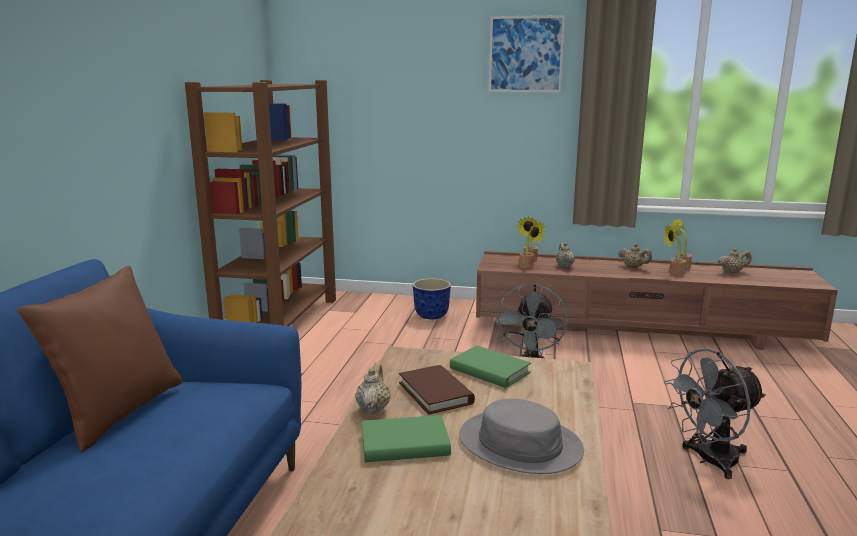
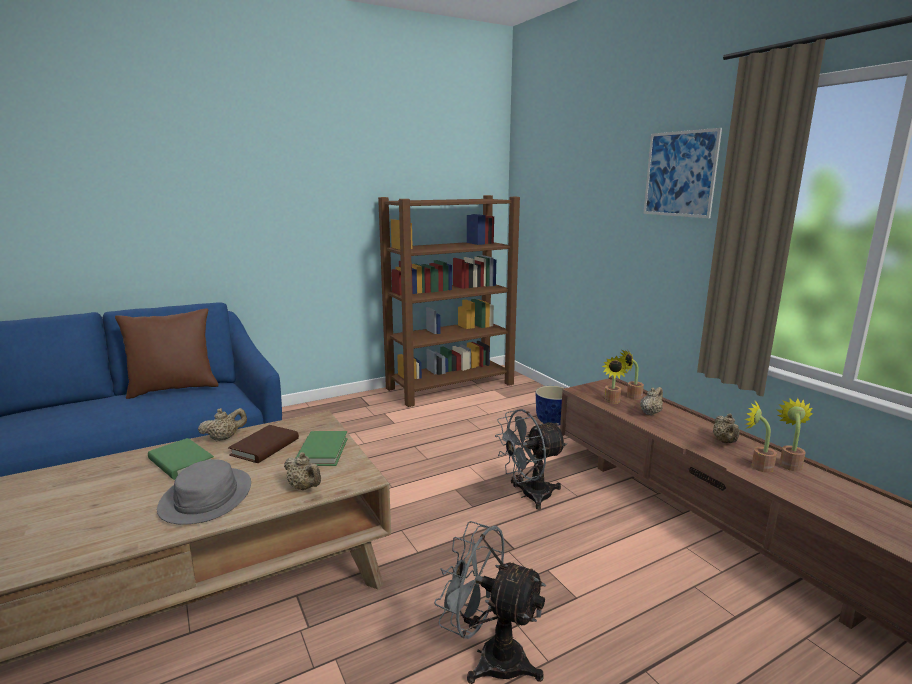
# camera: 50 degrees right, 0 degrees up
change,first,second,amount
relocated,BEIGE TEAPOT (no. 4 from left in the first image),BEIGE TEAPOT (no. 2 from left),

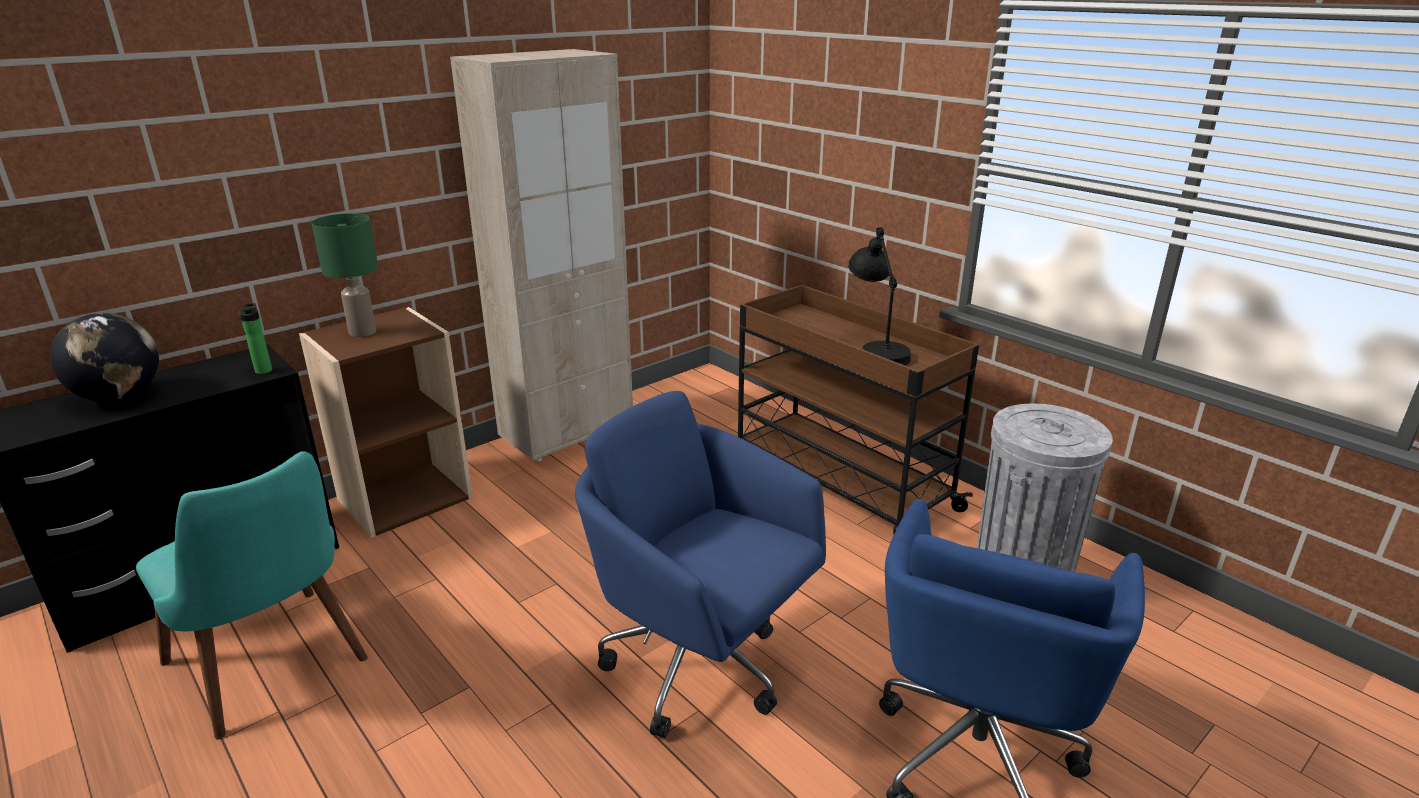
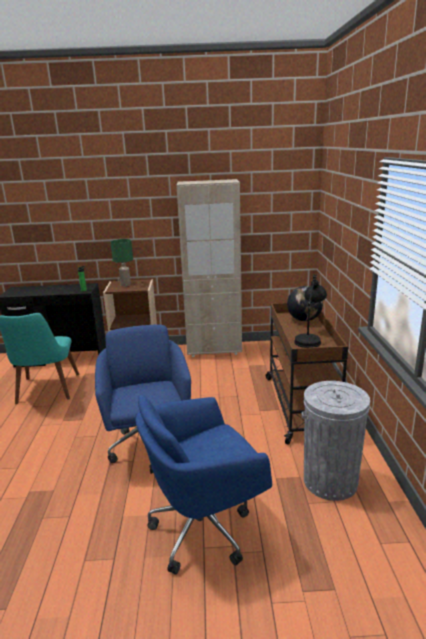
# camera: 40 degrees right, 5 degrees down
change,first,second,amount
relocated,GLOBE,,

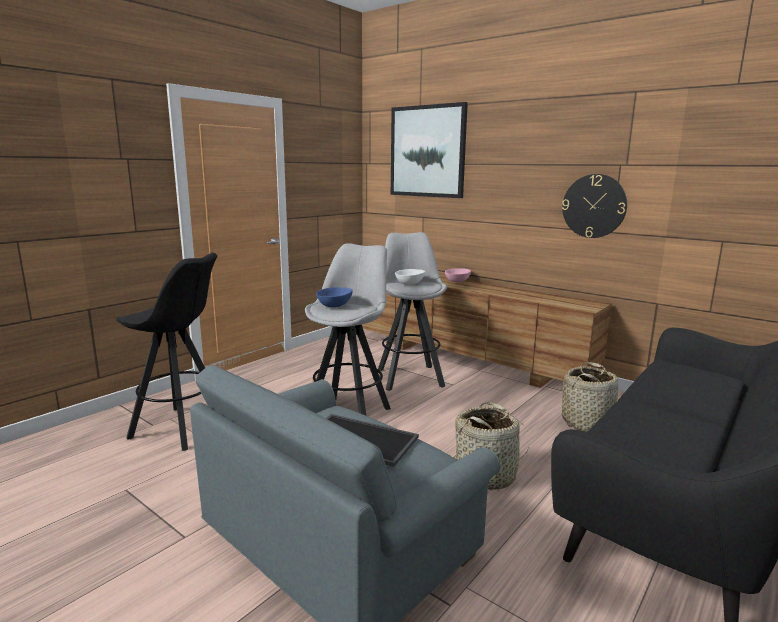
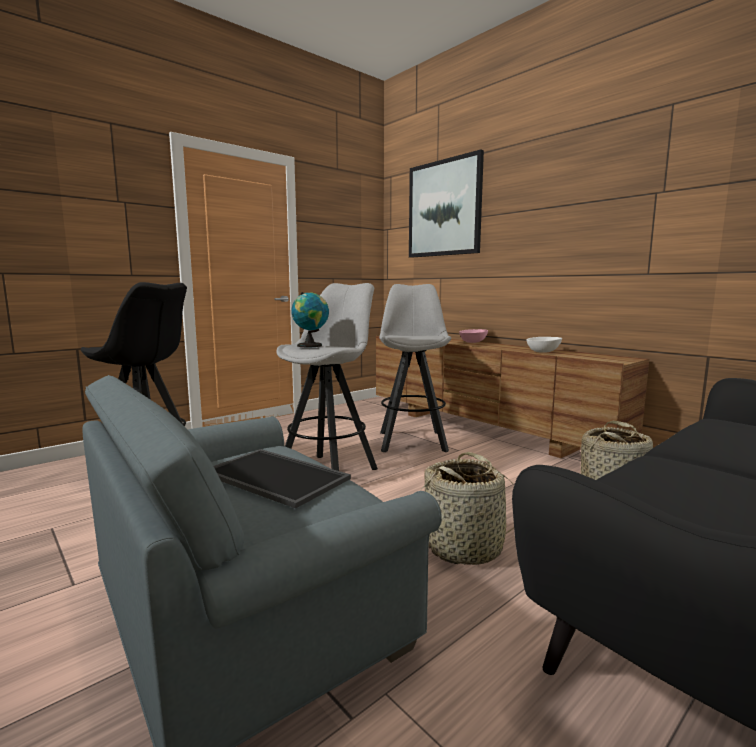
# camera: 10 degrees right, 5 degrees down
change,first,second,amount
exchanged,BLUE BOWL,GLOBE,
relocated,WHITE BOWL,,
missing,WALL CLOCK,,

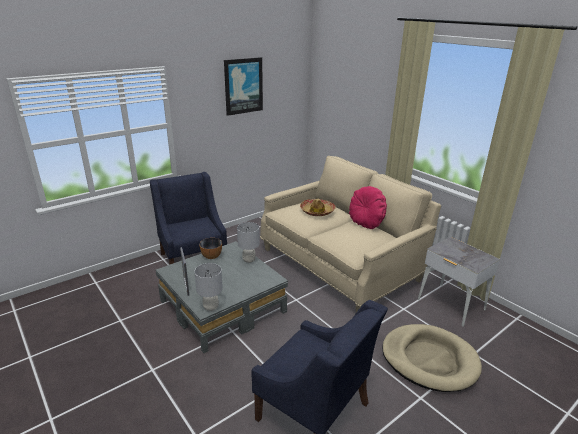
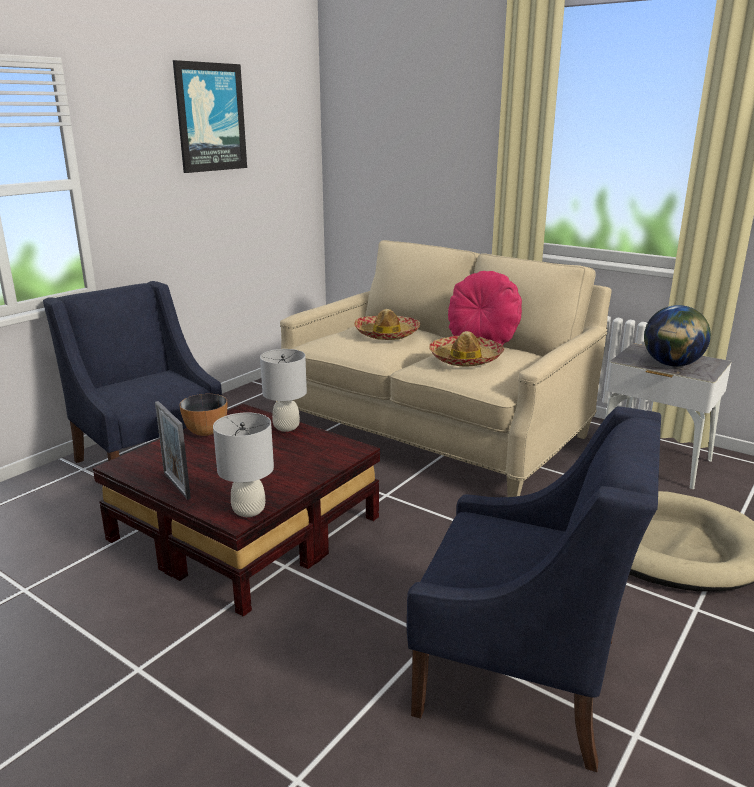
# camera: 15 degrees left, 5 degrees down
change,first,second,amount
colour,GREY COFFEE TABLE,BROWN COFFEE TABLE,
appeared,,HAT (no. 2 from left),
appeared,,GLOBE,

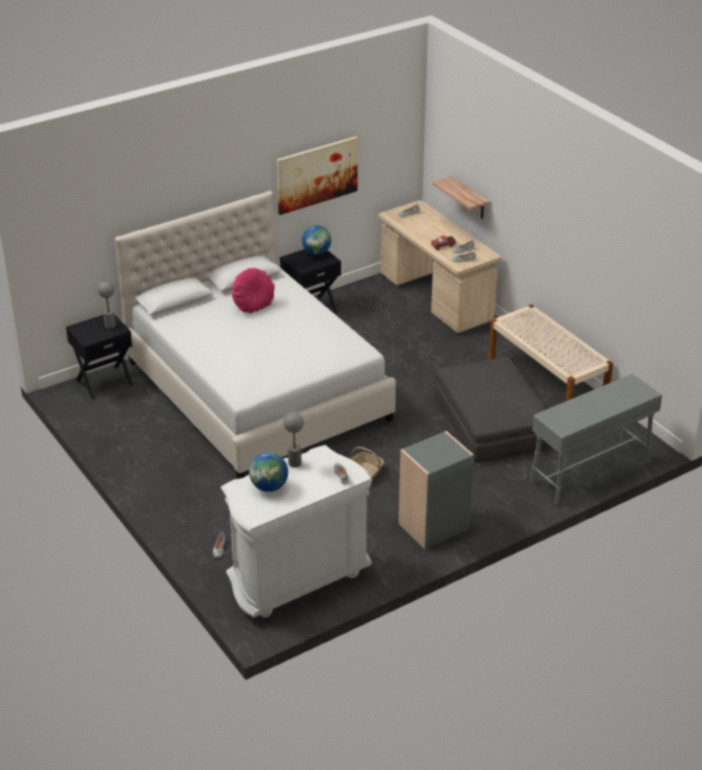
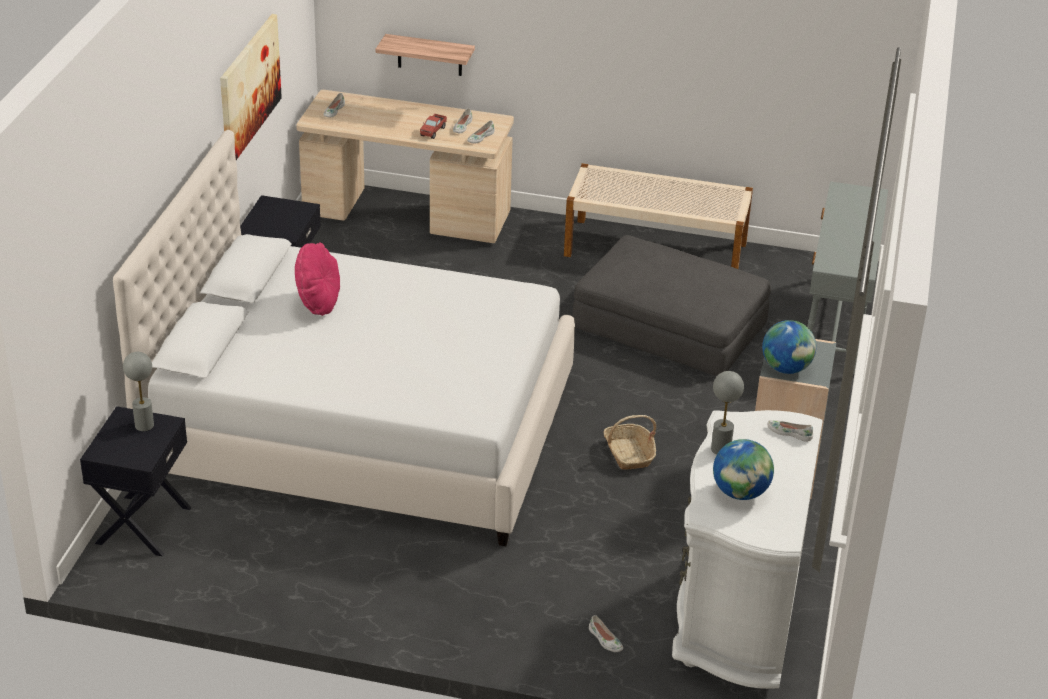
# camera: 45 degrees left, 0 degrees up
change,first,second,amount
relocated,GLOBE (no. 2 from left),,

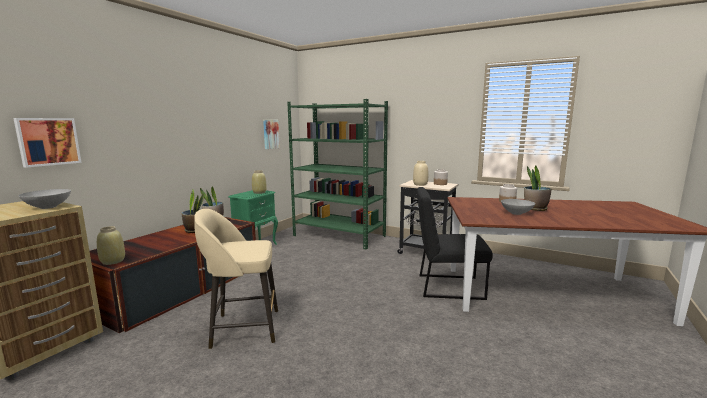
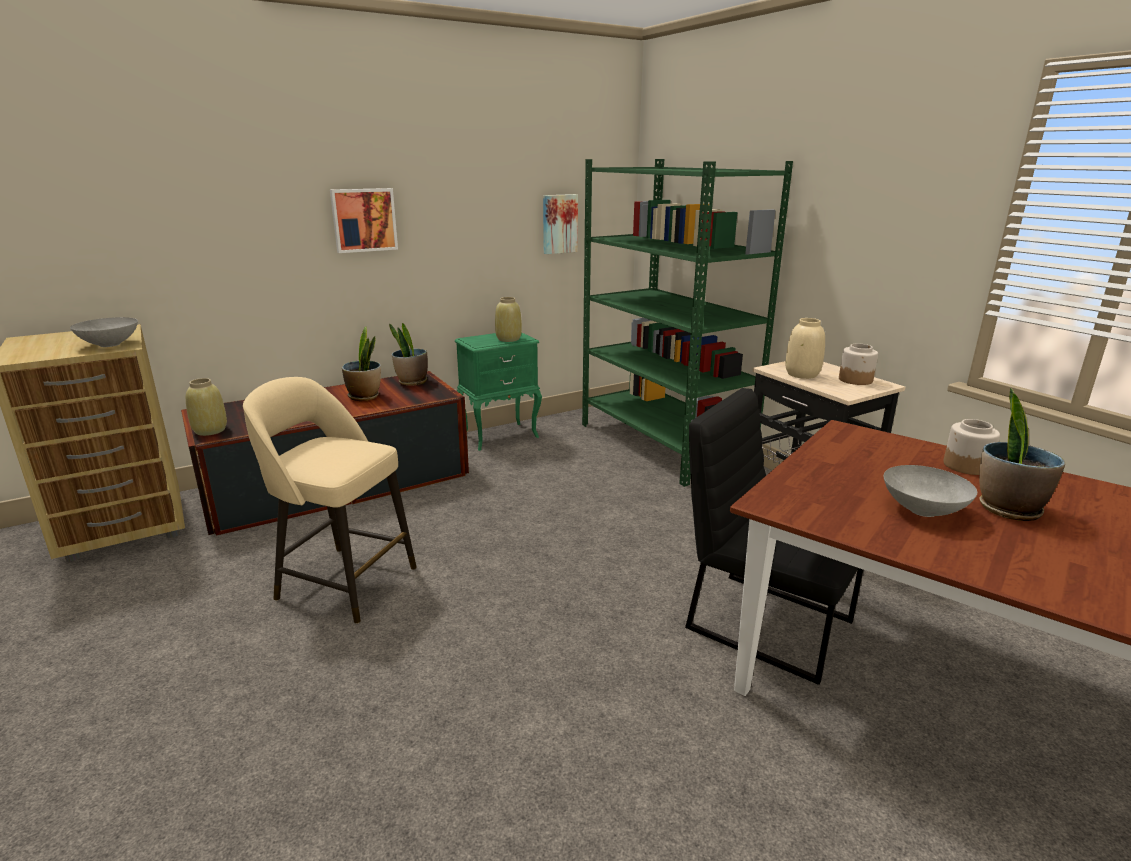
# camera: 30 degrees right, 10 degrees up
change,first,second,amount
relocated,PICTURE (no. 1 from left),,

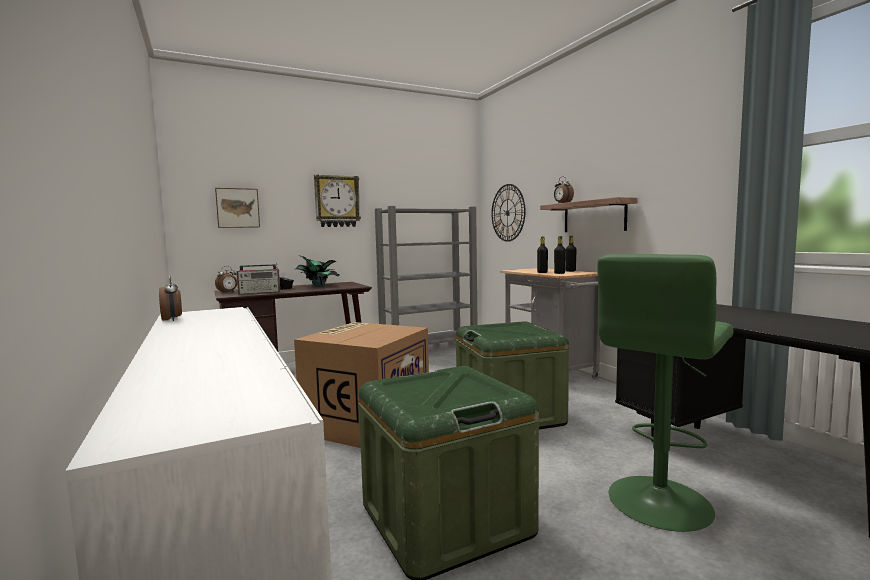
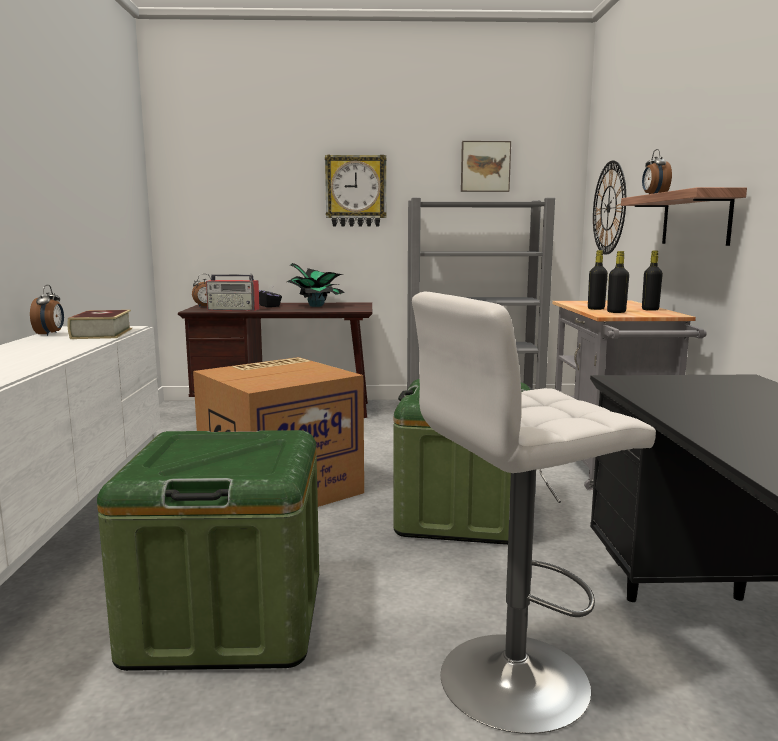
# camera: 25 degrees right, 5 degrees up
change,first,second,amount
appeared,,BOOK,
colour,GREEN STOOL,WHITE STOOL,
relocated,PICTURE,,

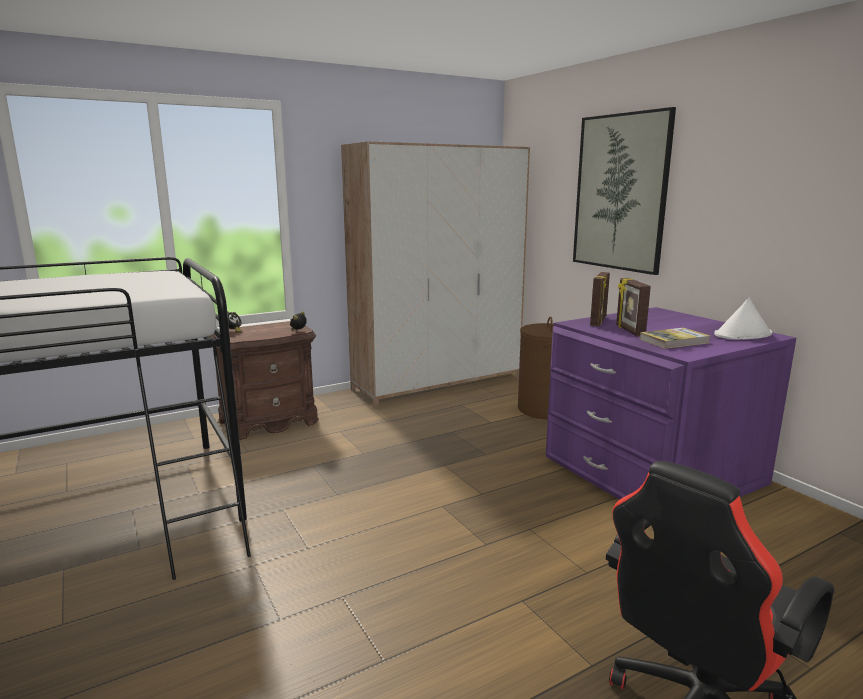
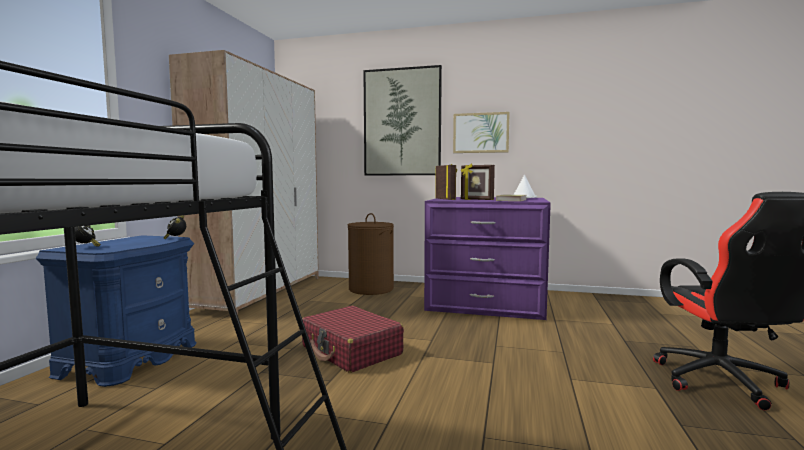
# camera: 45 degrees left, 10 degrees down
change,first,second,amount
colour,BROWN NIGHTSTAND,BLUE NIGHTSTAND,
appeared,,RED SUITCASE,
appeared,,PICTURE (no. 2 from left),

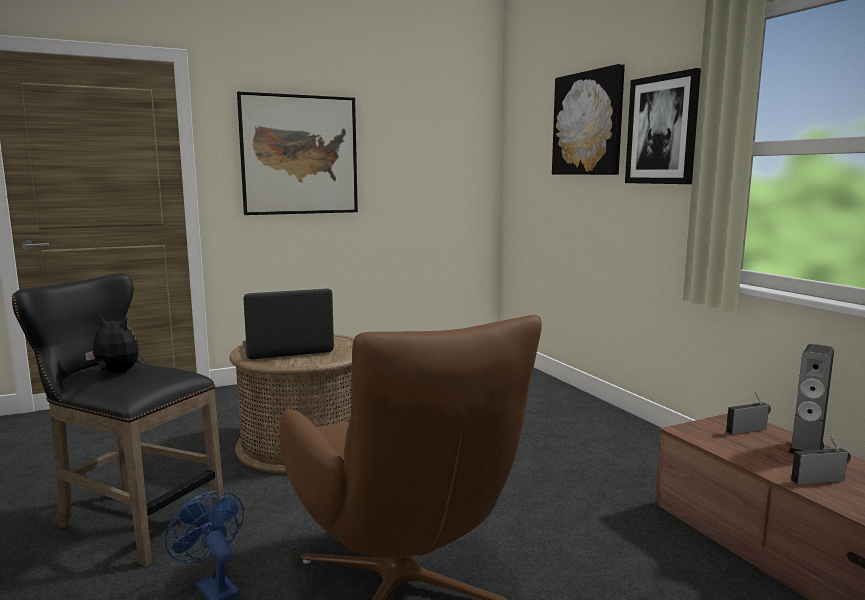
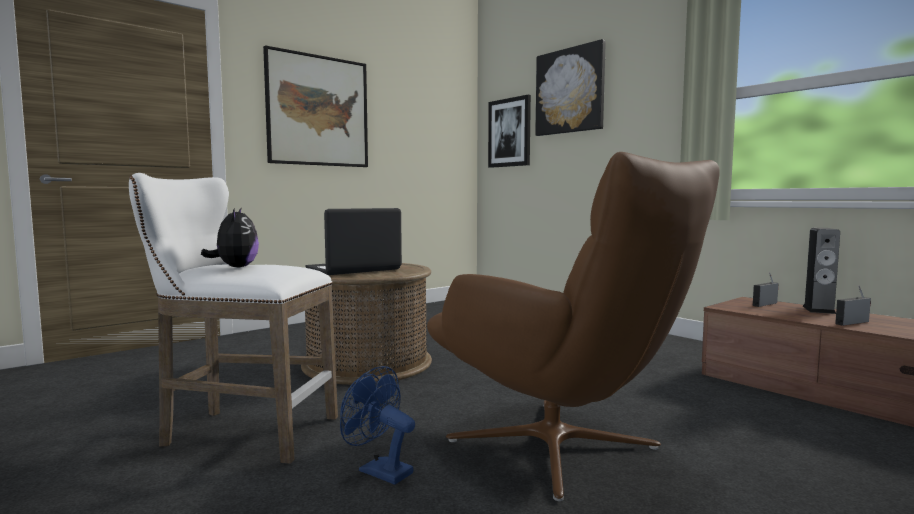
# camera: 15 degrees left, 5 degrees down
change,first,second,amount
colour,BLACK STOOL,WHITE STOOL,
spun,PLUSH TOY,,75 degrees clockwise
relocated,PICTURE (no. 3 from left in the first image),PICTURE (no. 2 from left),

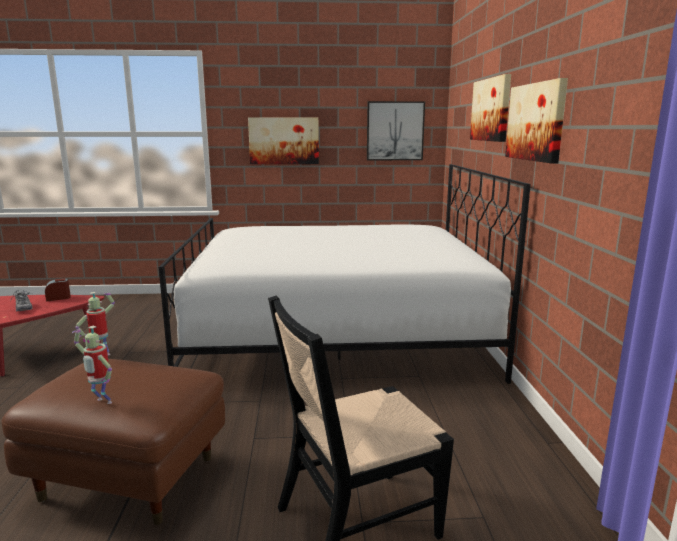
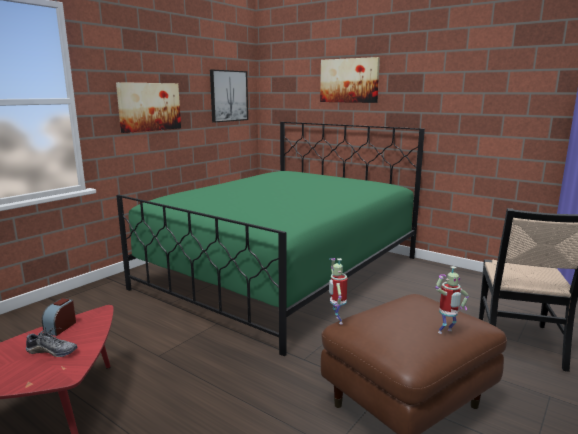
# camera: 50 degrees left, 0 degrees up
change,first,second,amount
colour,WHITE BED,GREEN BED,
missing,PICTURE (no. 4 from left),,

